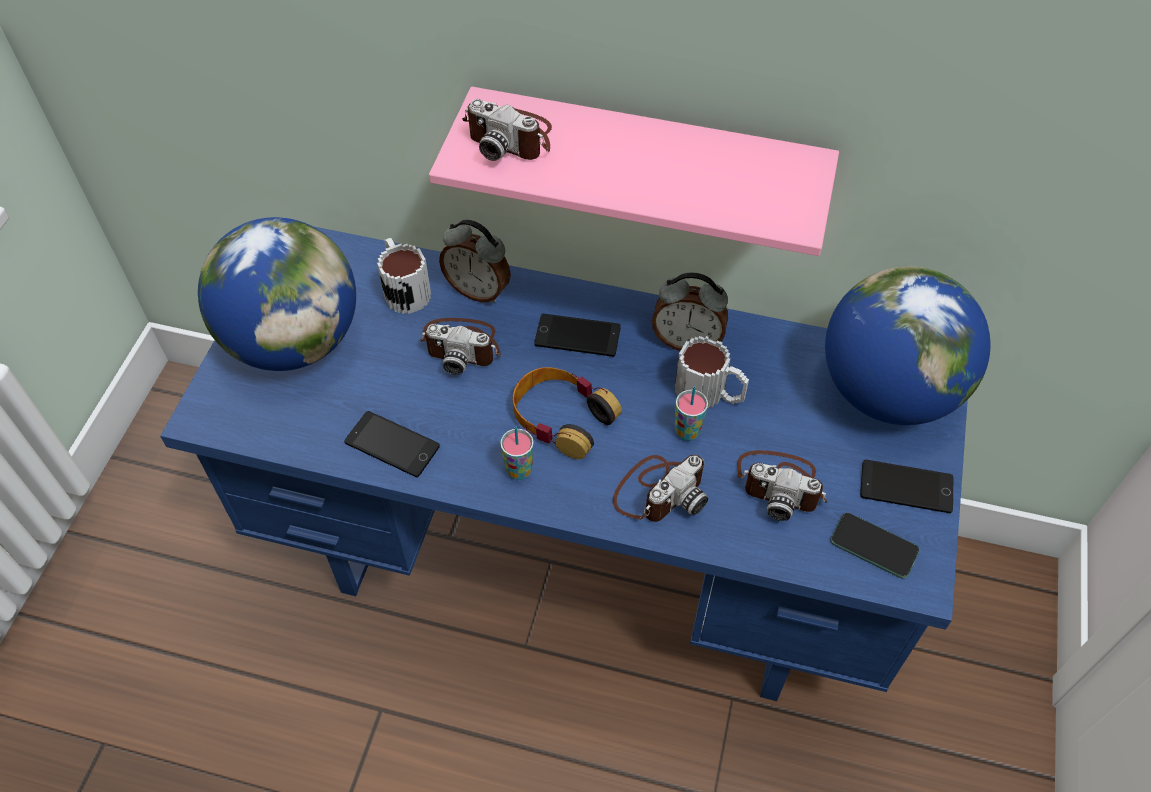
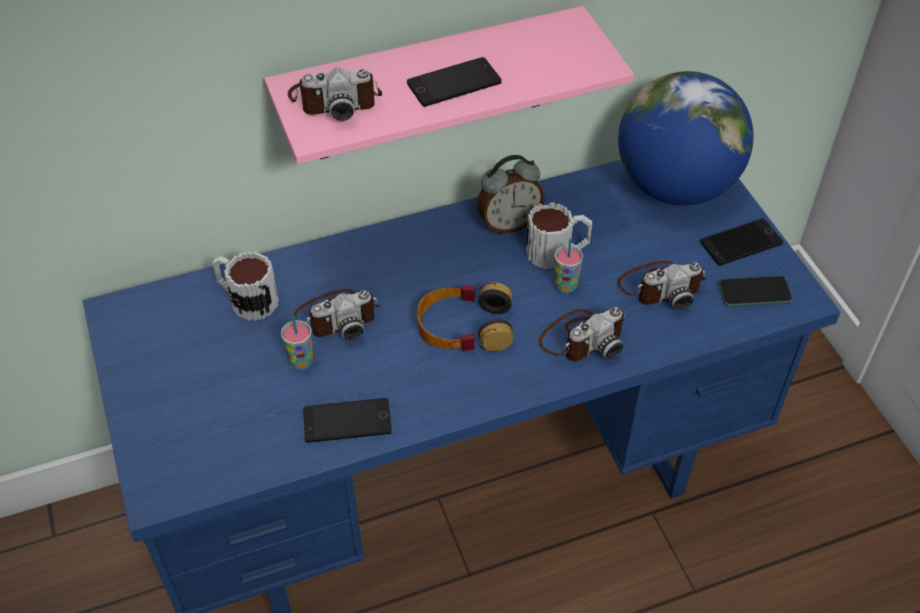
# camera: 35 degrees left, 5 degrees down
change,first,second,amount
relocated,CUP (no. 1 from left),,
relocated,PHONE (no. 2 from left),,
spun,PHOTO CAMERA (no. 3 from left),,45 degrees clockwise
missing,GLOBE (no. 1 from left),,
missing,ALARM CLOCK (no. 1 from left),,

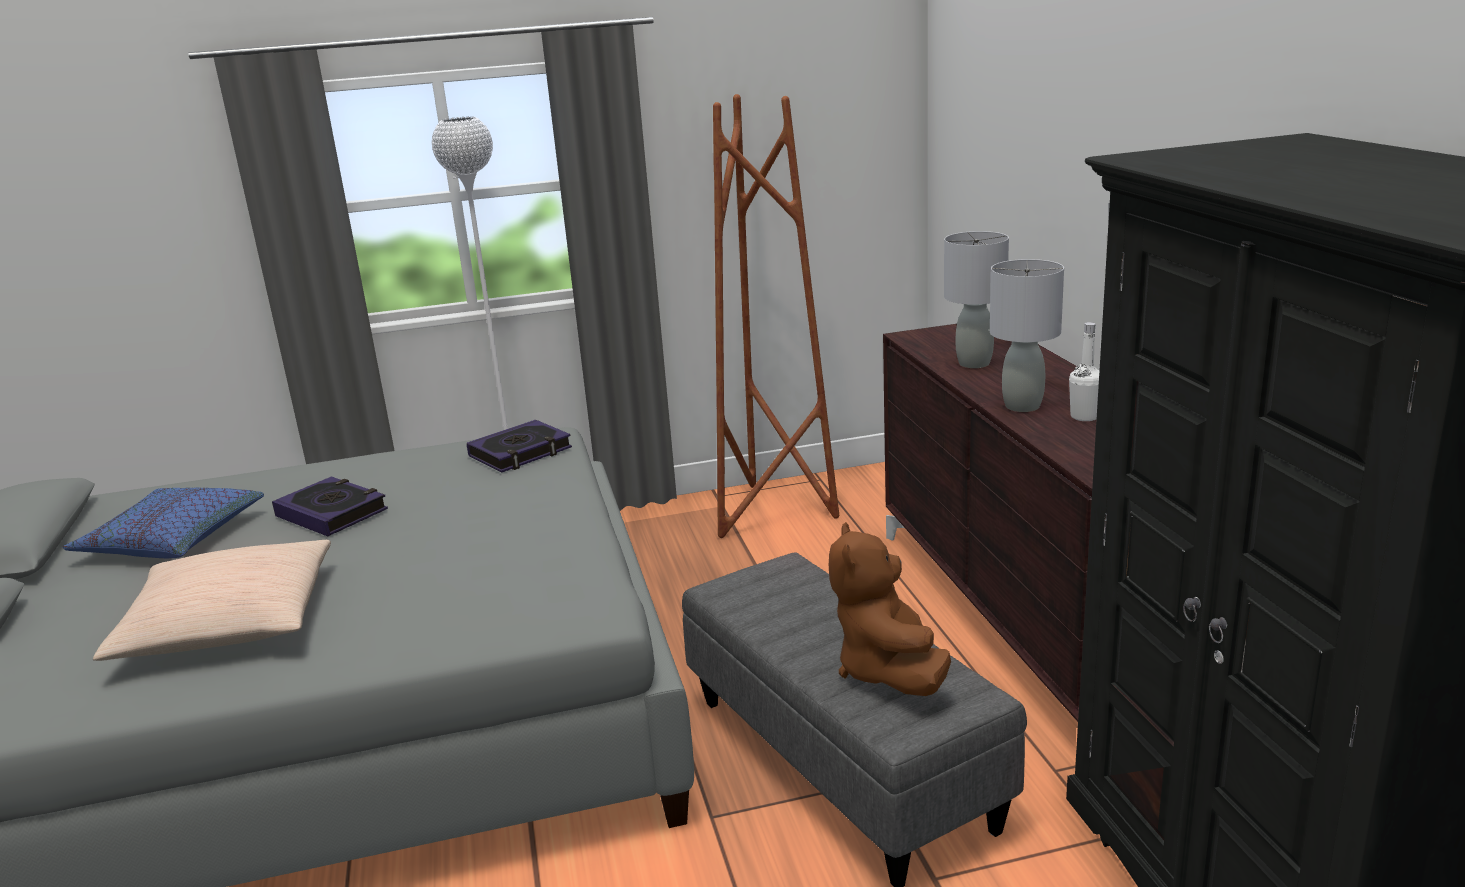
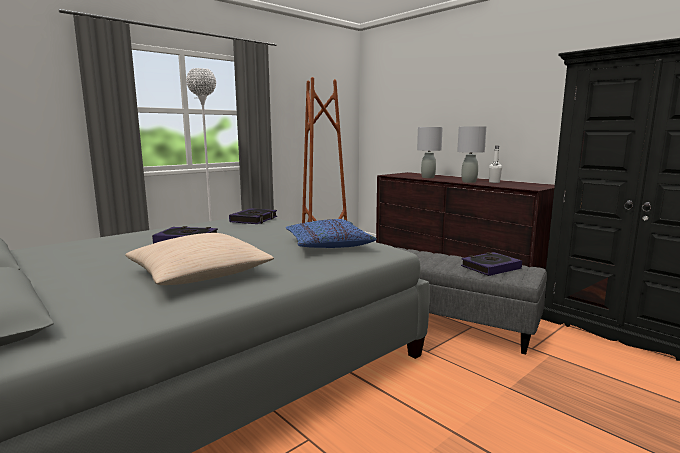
# camera: 30 degrees left, 10 degrees down
change,first,second,amount
relocated,BLUE PILLOW,,
exchanged,BROWN PLUSH TOY,BOOK (no. 3 from left),

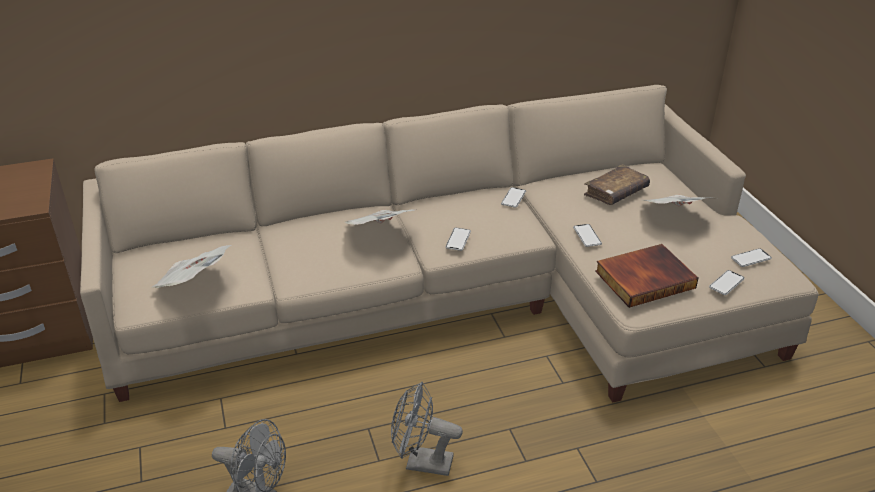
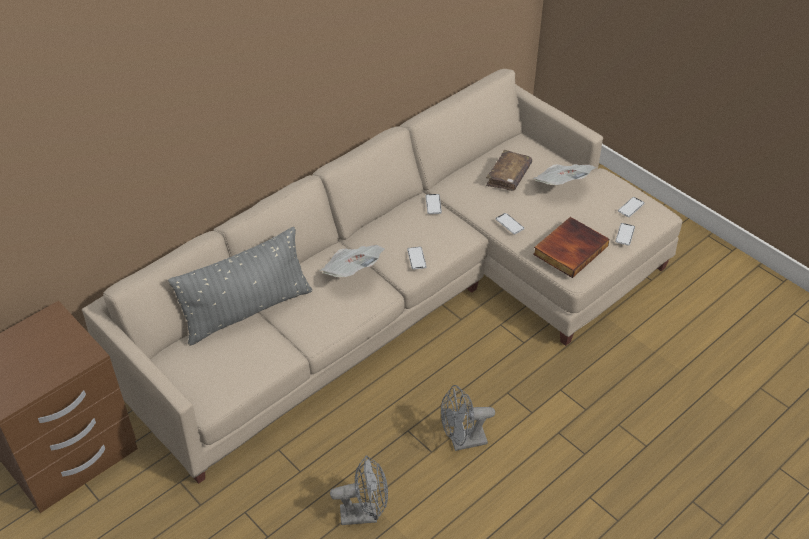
# camera: 25 degrees left, 10 degrees up
change,first,second,amount
appeared,,GREY PILLOW,
missing,NEWSPAPER (no. 1 from left),,

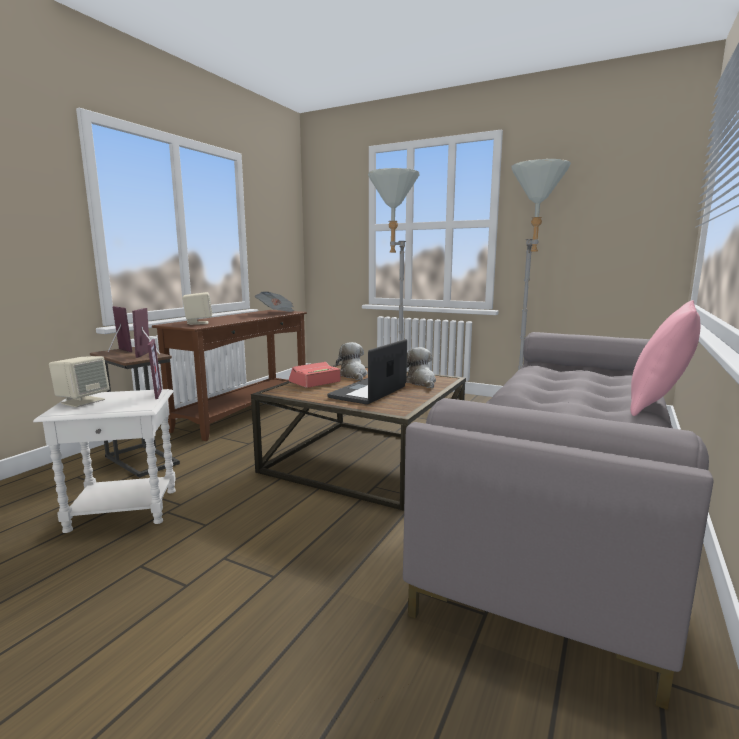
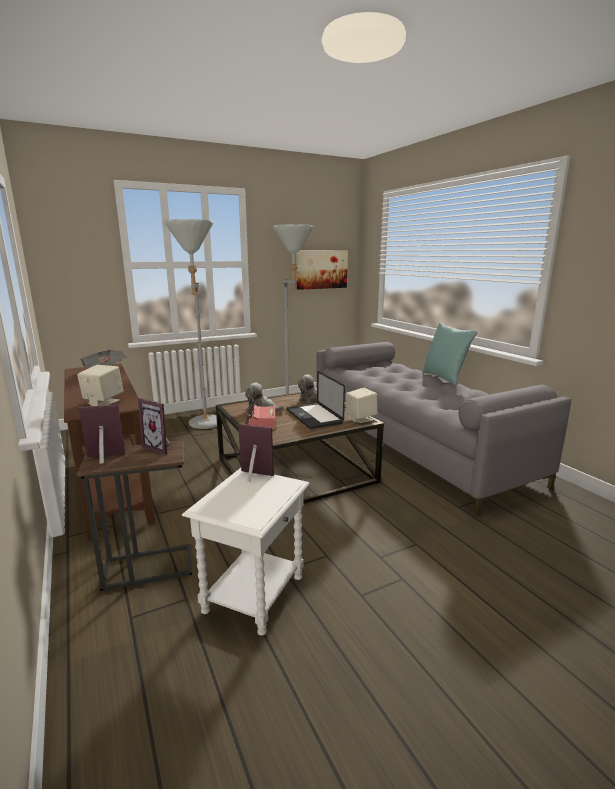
# camera: 55 degrees left, 5 degrees up
change,first,second,amount
appeared,,PICTURE,
relocated,BEIGE SPEAKER (no. 1 from left in the first image),BEIGE SPEAKER (no. 2 from left),
colour,PINK PILLOW,TURQUOISE PILLOW,

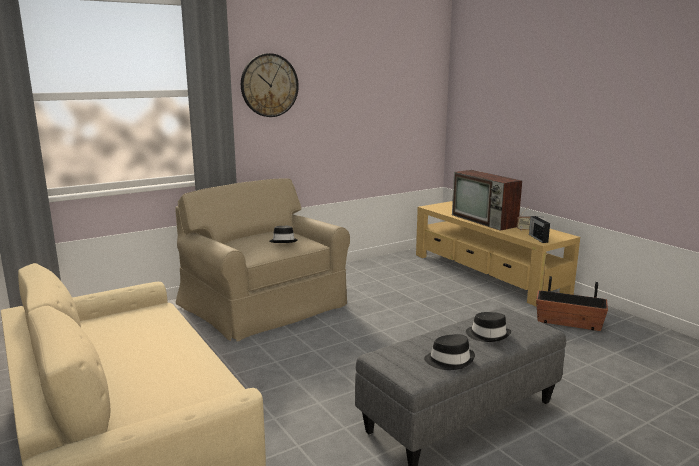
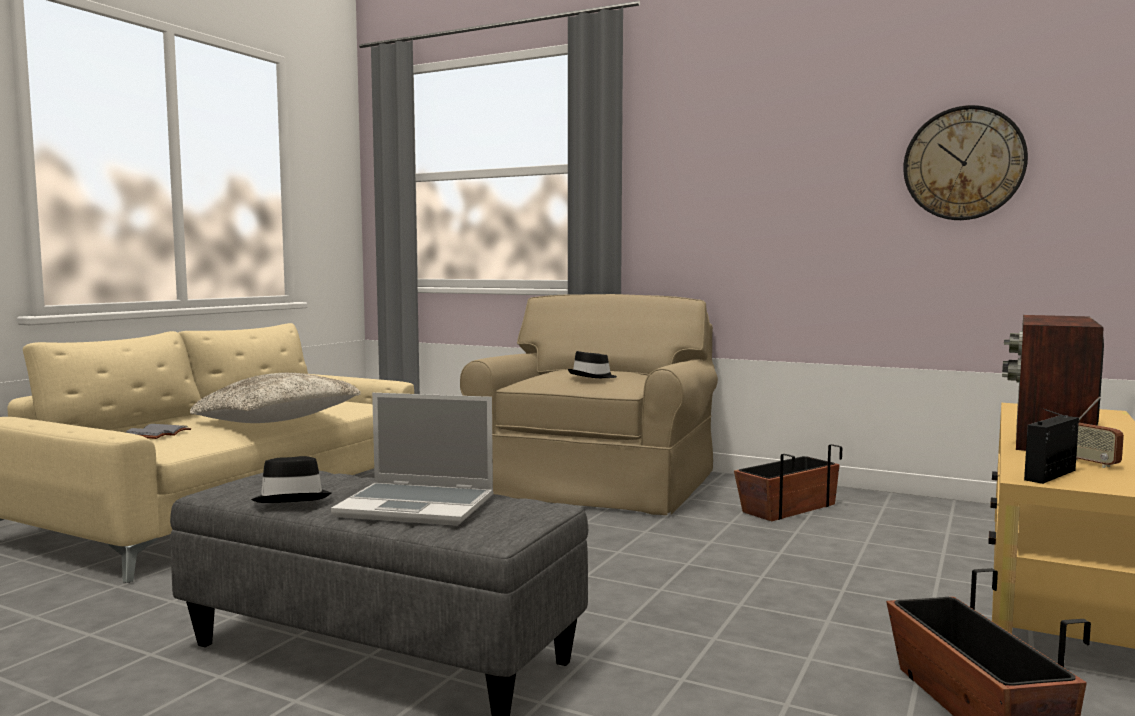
# camera: 60 degrees right, 10 degrees down
change,first,second,amount
appeared,,GREY BOOK,
appeared,,BEIGE PILLOW,
exchanged,BLACK HAT (no. 3 from left),LAPTOP,
appeared,,PLANTER (no. 1 from left),
relocated,WALL CLOCK,,

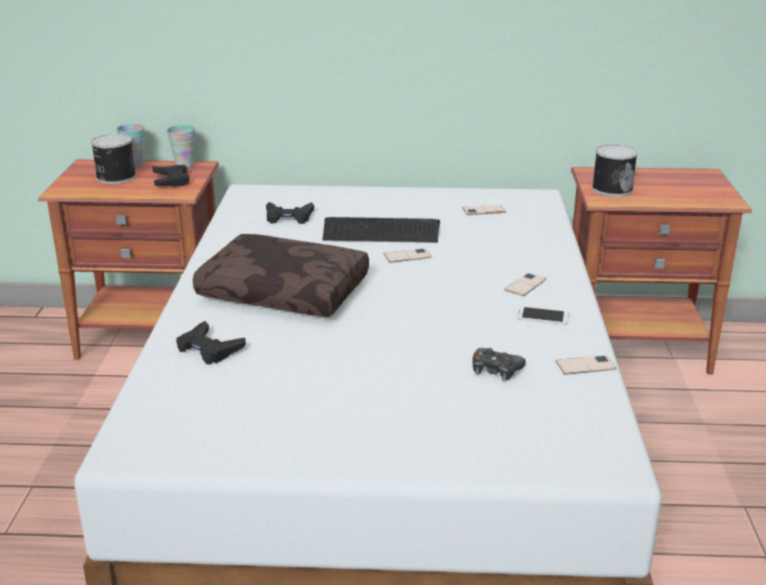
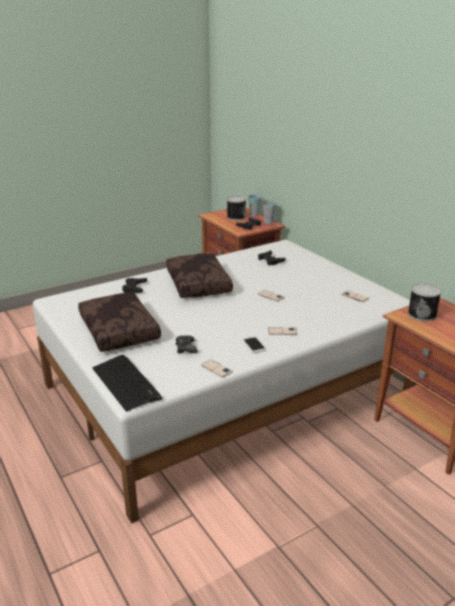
# camera: 55 degrees right, 0 degrees up
change,first,second,amount
appeared,,BROWN PILLOW (no. 1 from left),
relocated,KEYBOARD,,

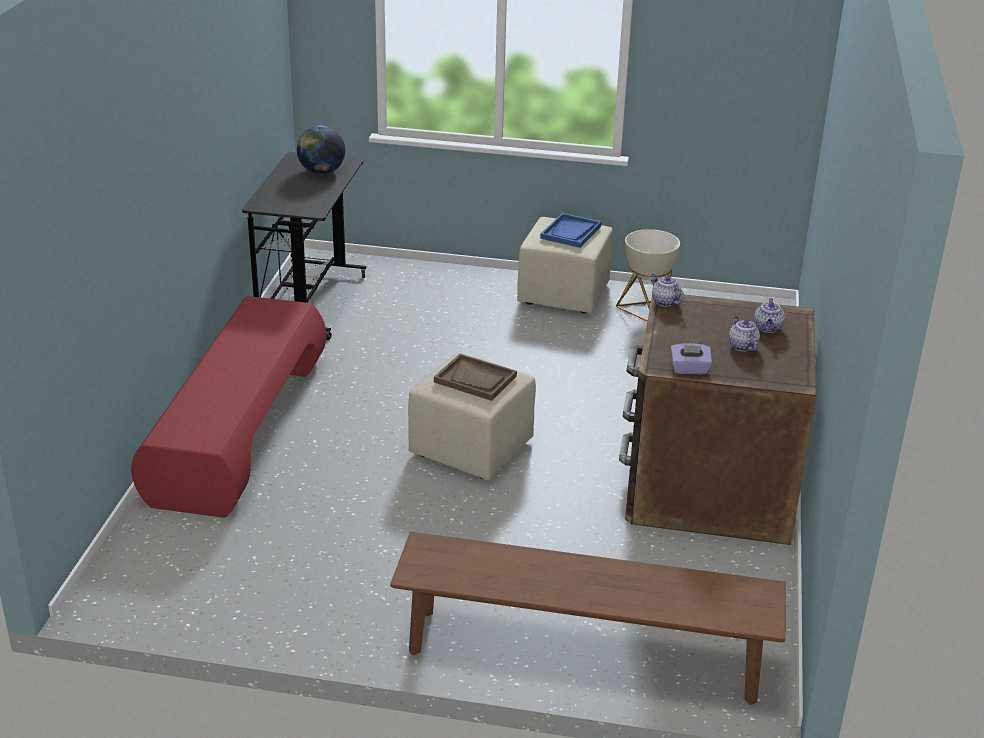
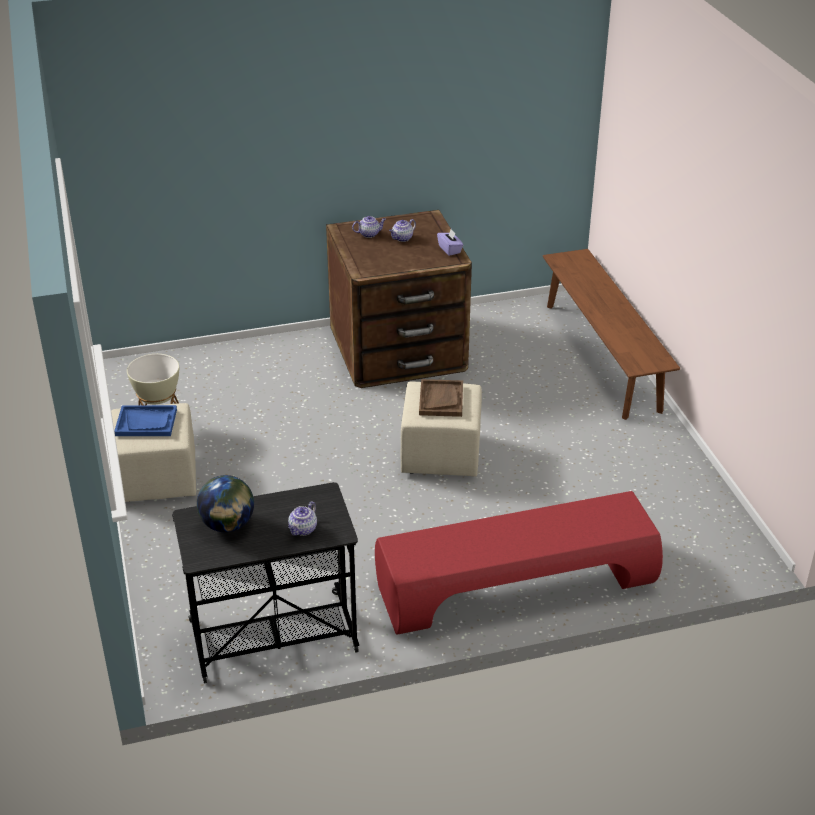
# camera: 115 degrees left, 5 degrees up
change,first,second,amount
relocated,TEAPOT (no. 1 from left),,

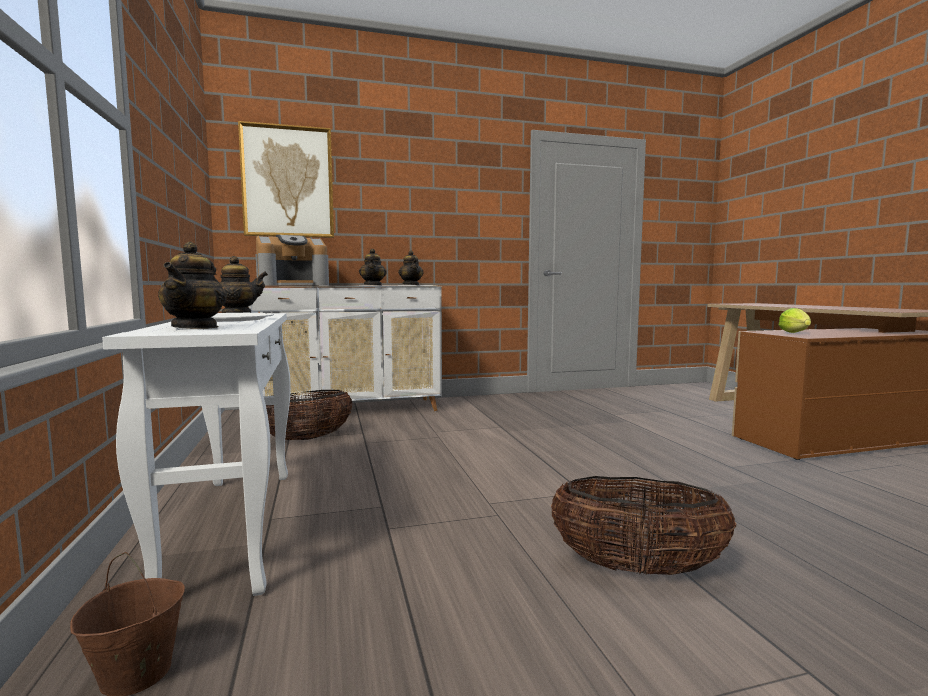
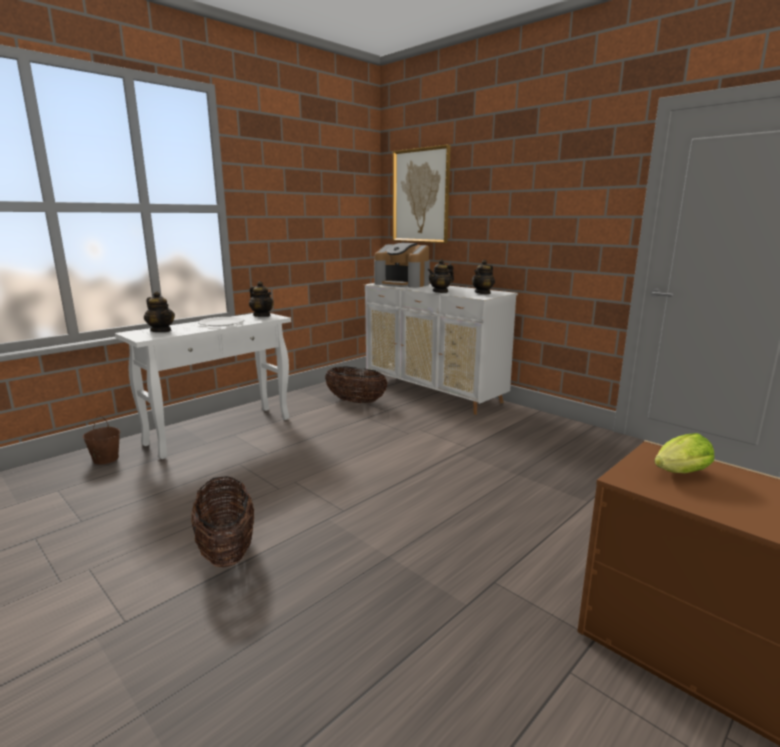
# camera: 60 degrees right, 10 degrees up
change,first,second,amount
spun,TEAPOT (no. 1 from left),,105 degrees counterclockwise

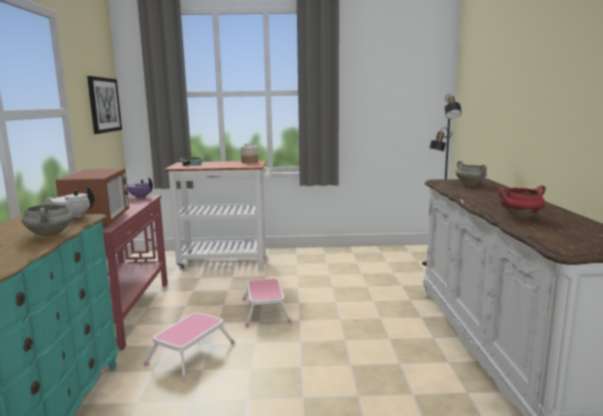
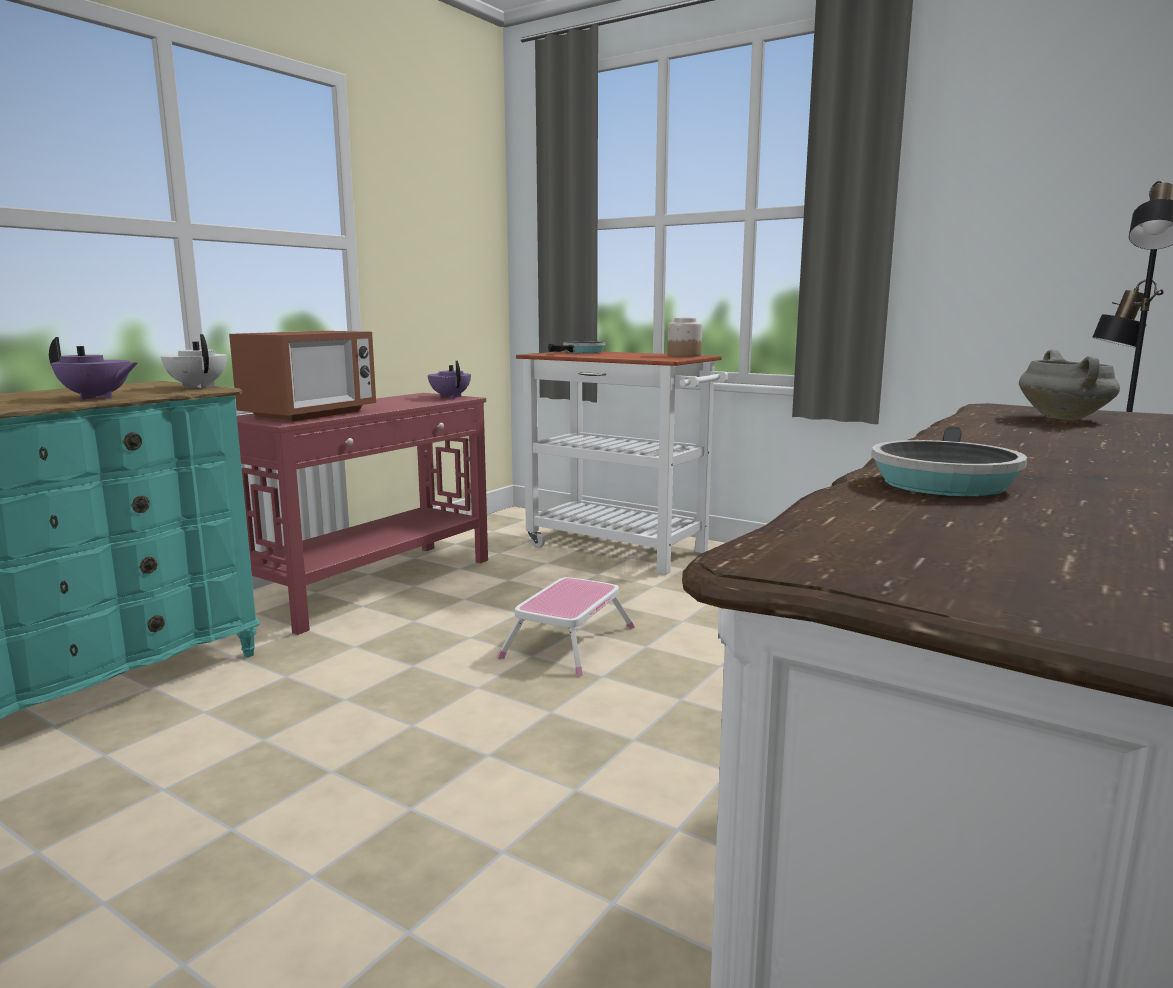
# camera: 35 degrees right, 0 degrees up
change,first,second,amount
exchanged,GREY COOKING POT (no. 1 from left),PURPLE TEAPOT (no. 1 from left),
exchanged,RED COOKING POT,FRYING PAN (no. 2 from left),
missing,PICTURE,,
missing,PINK STEP LADDER (no. 1 from left),,

